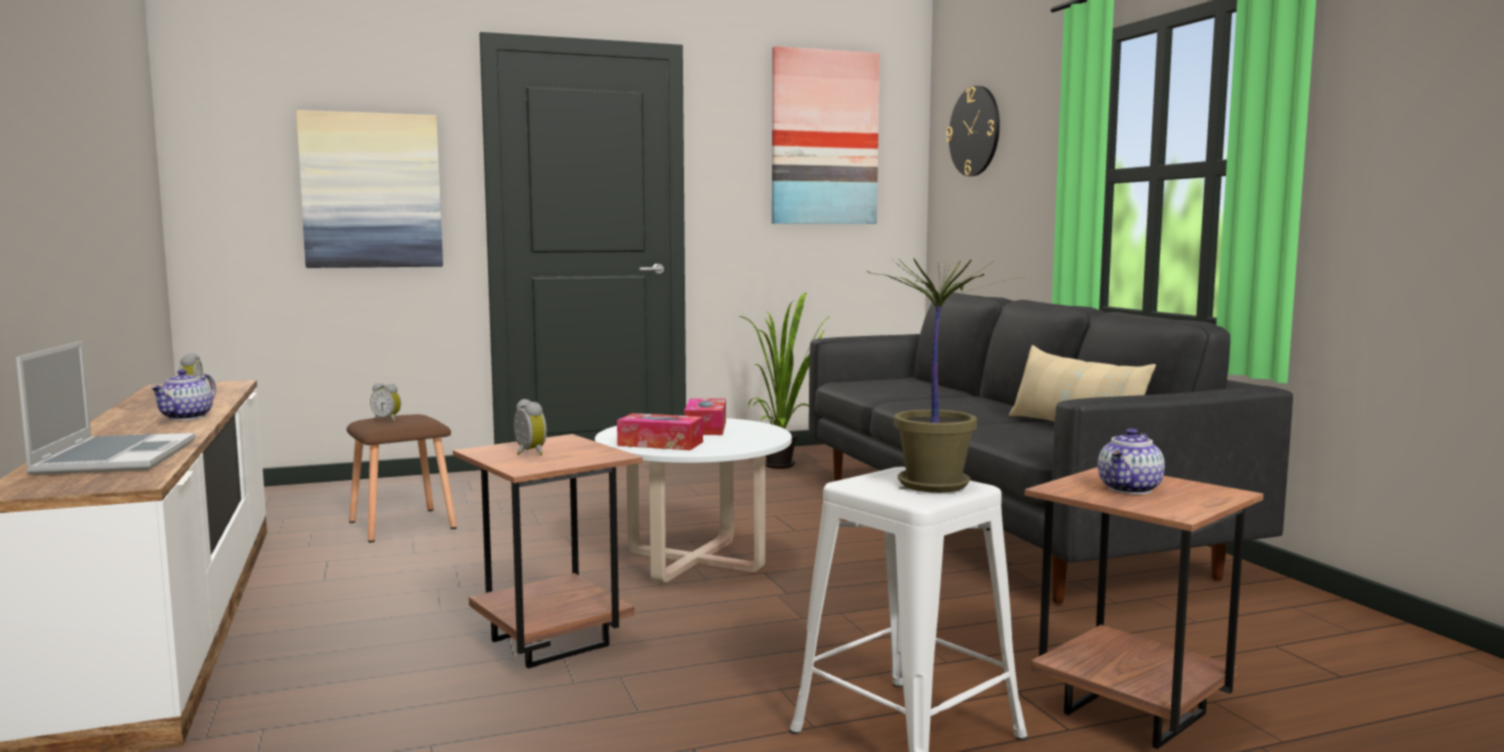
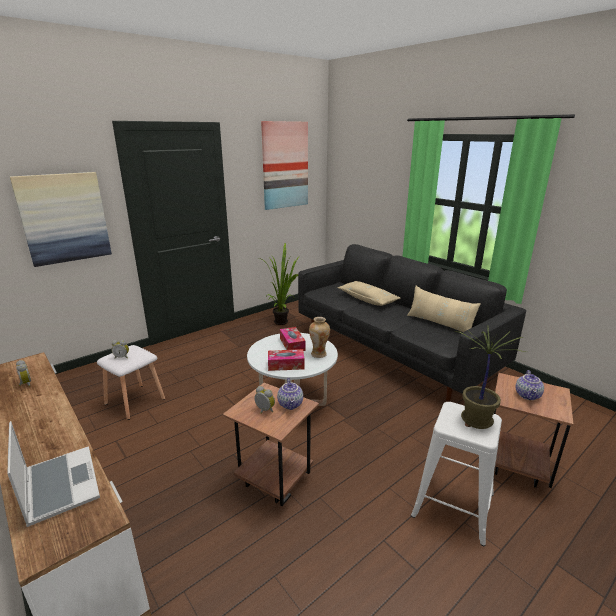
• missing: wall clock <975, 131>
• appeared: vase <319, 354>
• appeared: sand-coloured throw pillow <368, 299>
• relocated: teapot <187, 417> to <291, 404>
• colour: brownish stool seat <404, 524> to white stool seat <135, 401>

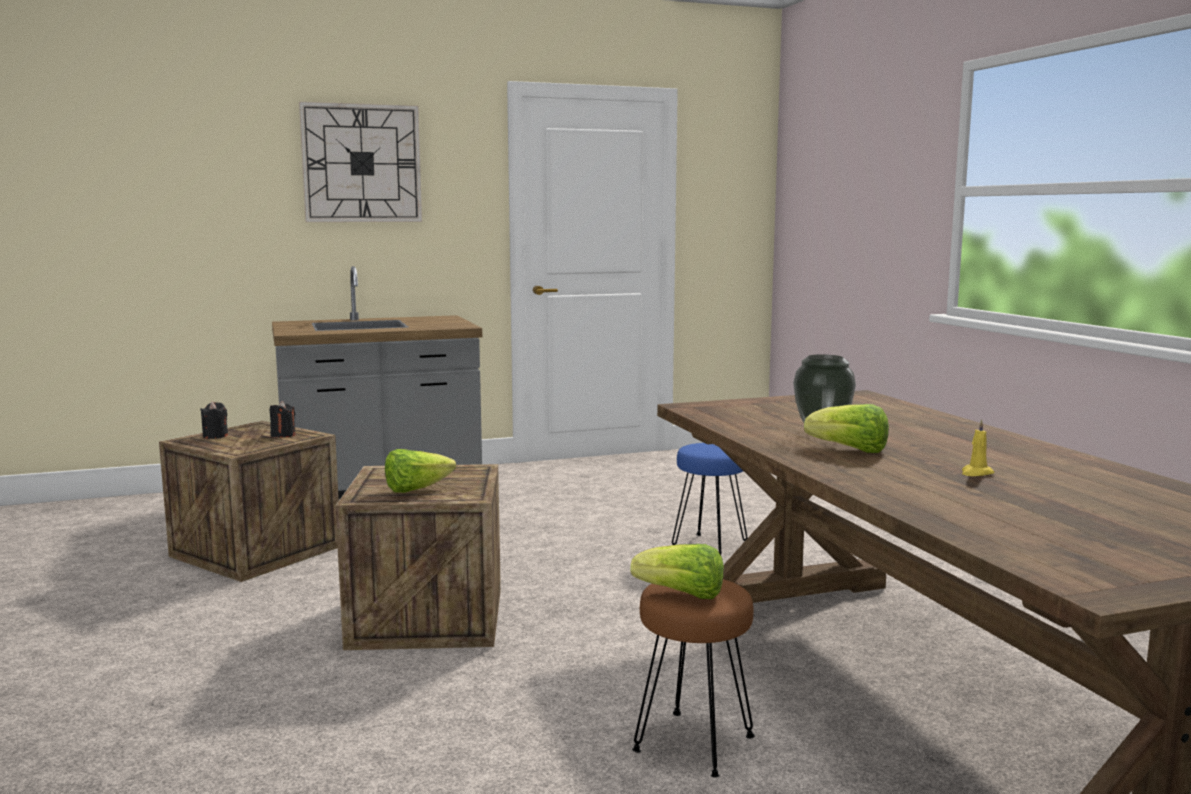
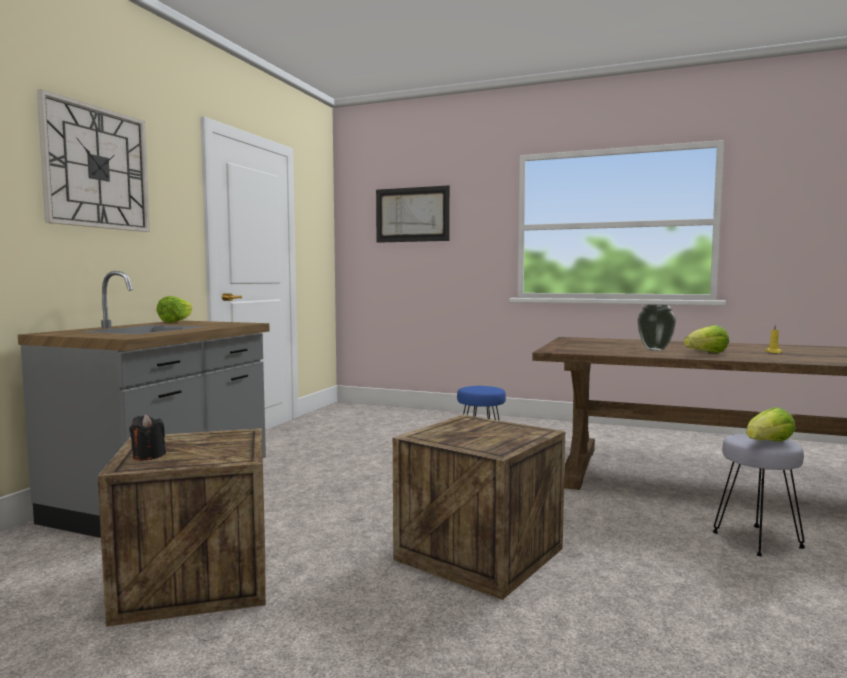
• missing: black-coloured wax light <283, 435>
• appeared: picture <412, 214>
• relocated: lettuce <416, 490> to <176, 321>
• colour: brownish stool seat <692, 743> to grey stool seat <756, 540>

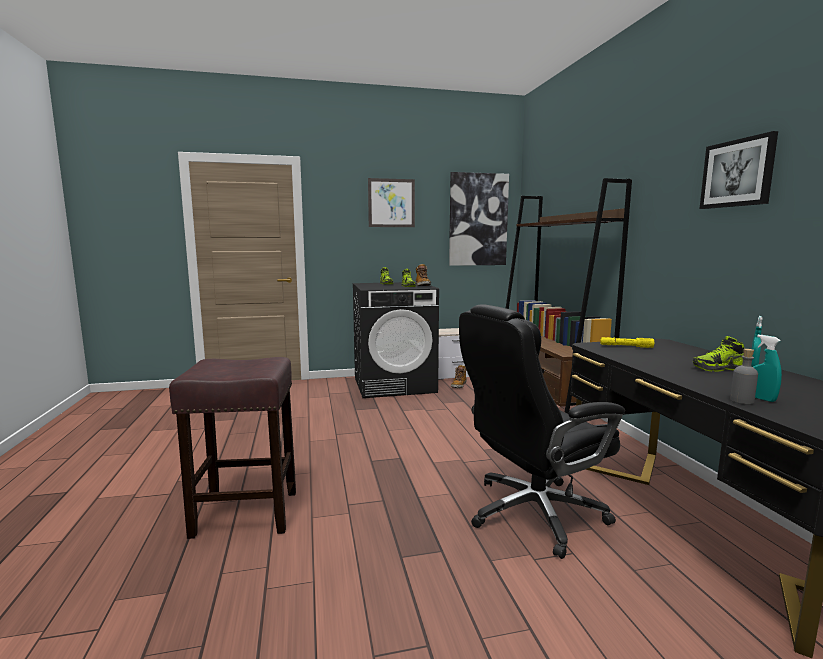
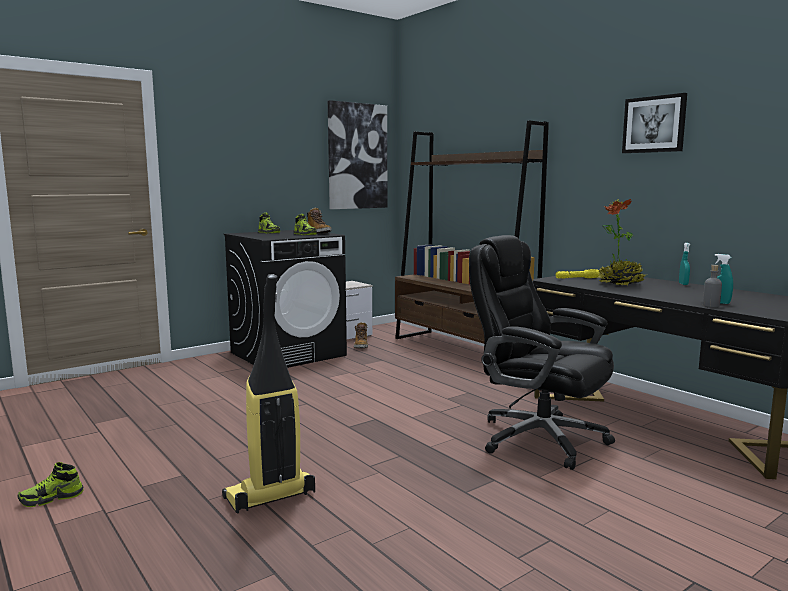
• missing: picture <391, 203>
• appeared: potted plant <620, 284>
• relocated: low shoe <718, 368> to <52, 498>
• exchanged: brownish stool seat <244, 514> to hoover <269, 496>
• spun: black-coloured desk chair <532, 513> = <538, 438> 90 degrees clockwise

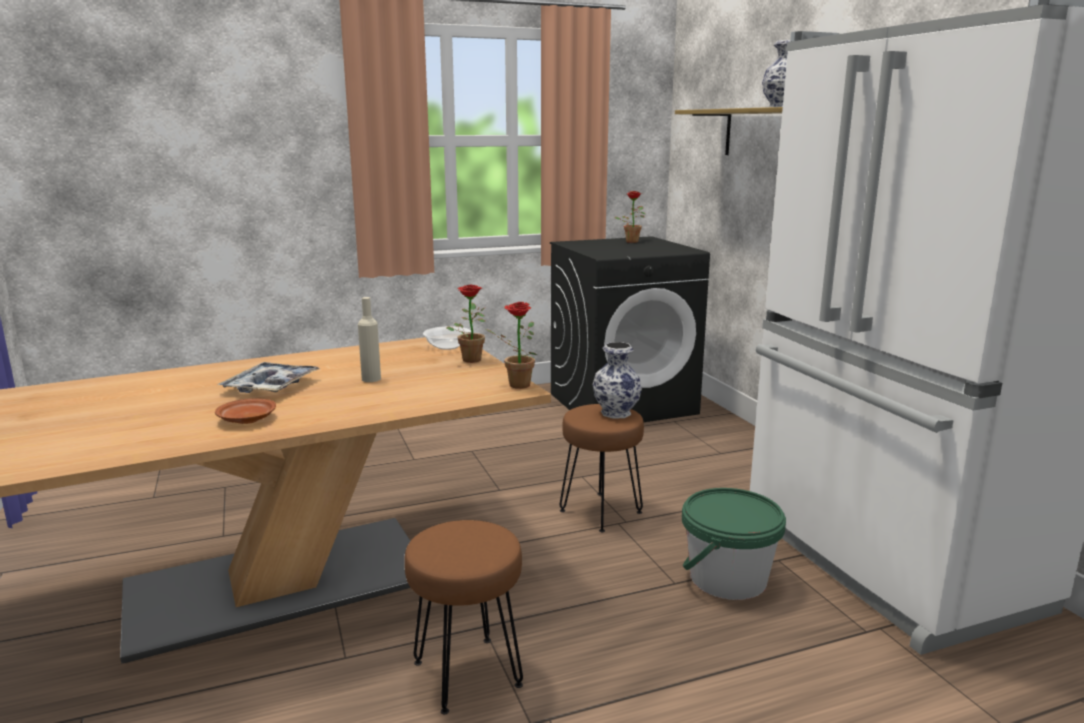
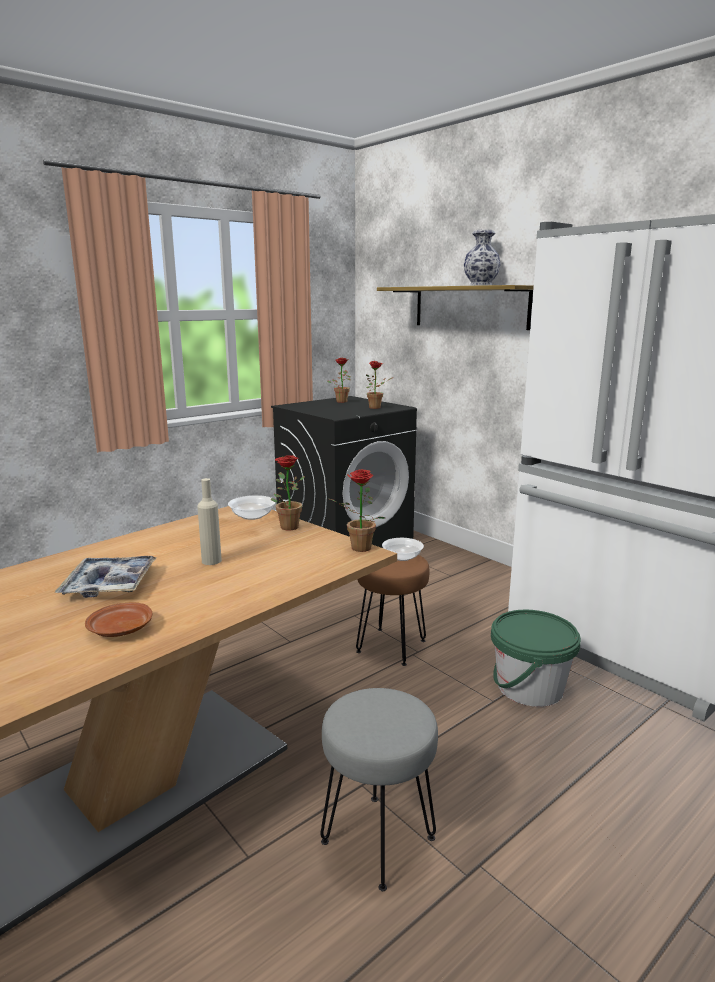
• appeared: potted plant <377, 407>
• exchanged: vase <616, 412> to deep dish <402, 557>
• colour: brownish stool seat <466, 674> to grey stool seat <378, 841>

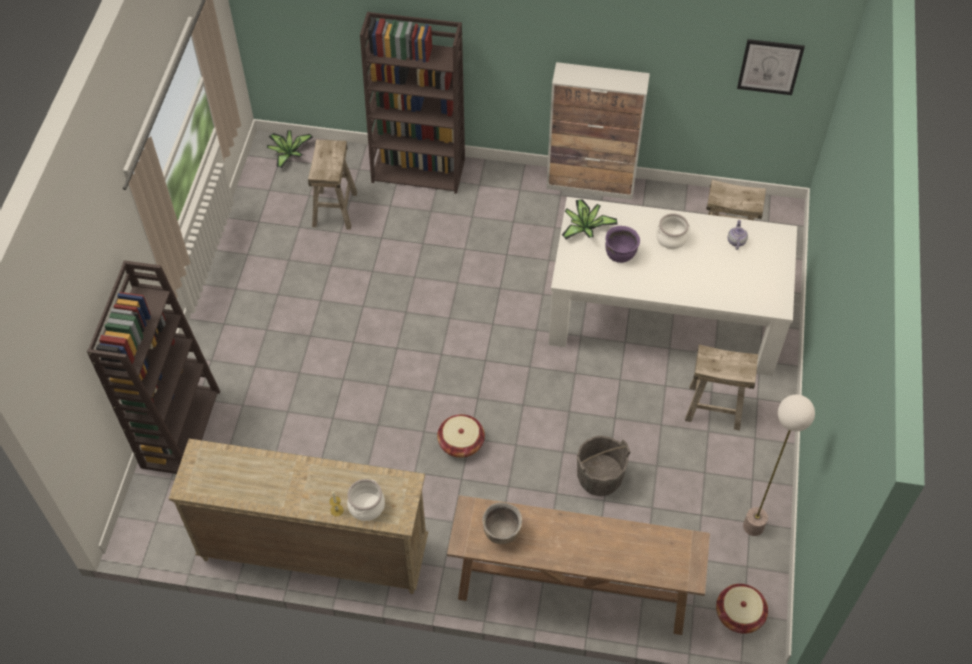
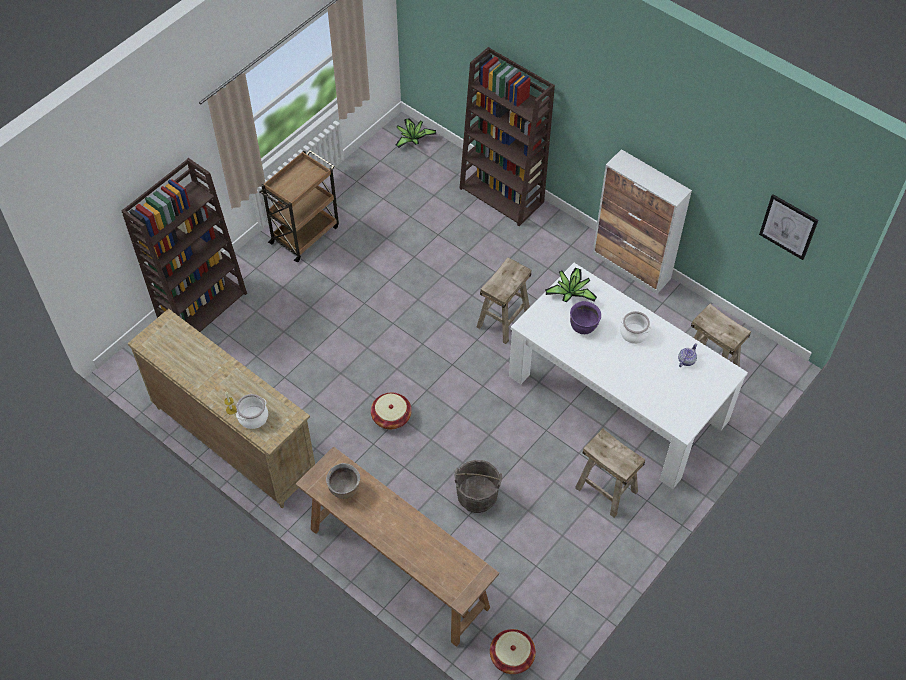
• missing: floor lamp <753, 526>
• appeared: brownish trolley <305, 234>
• relocated: sand-coloured stool seat <334, 209> to <503, 320>

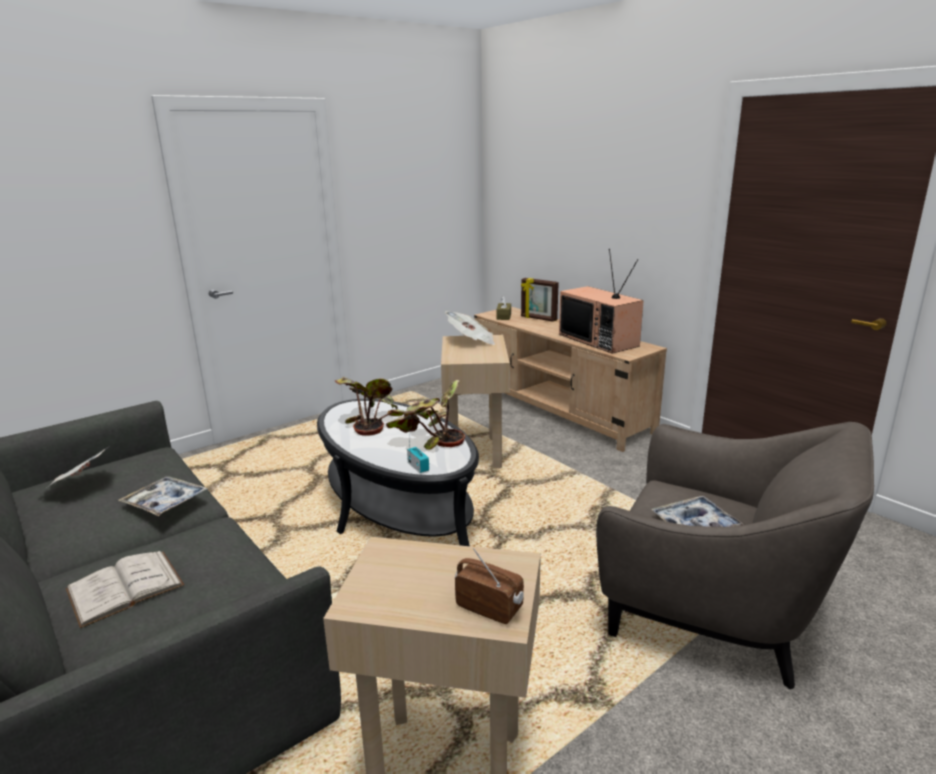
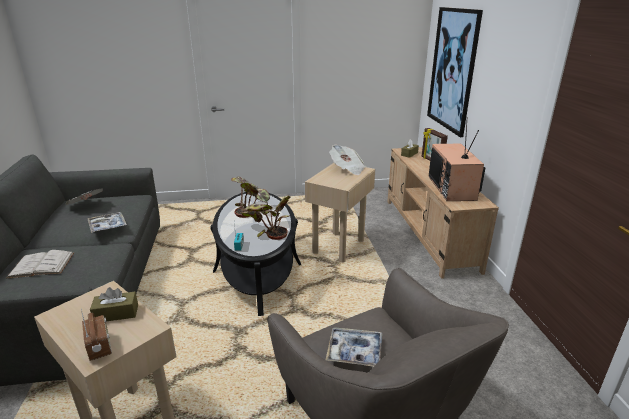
• appeared: brownish tissue box <116, 313>
• appeared: picture <452, 70>

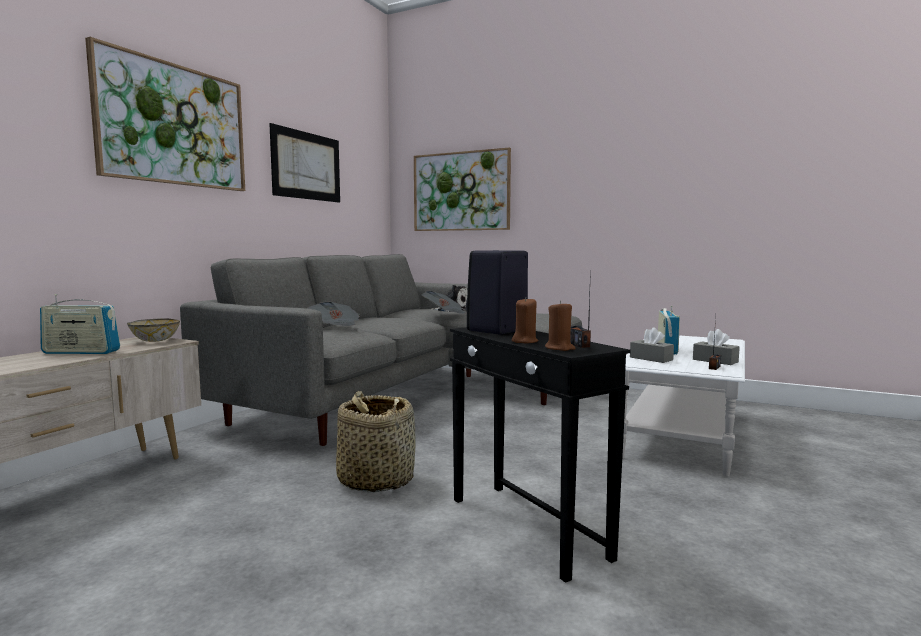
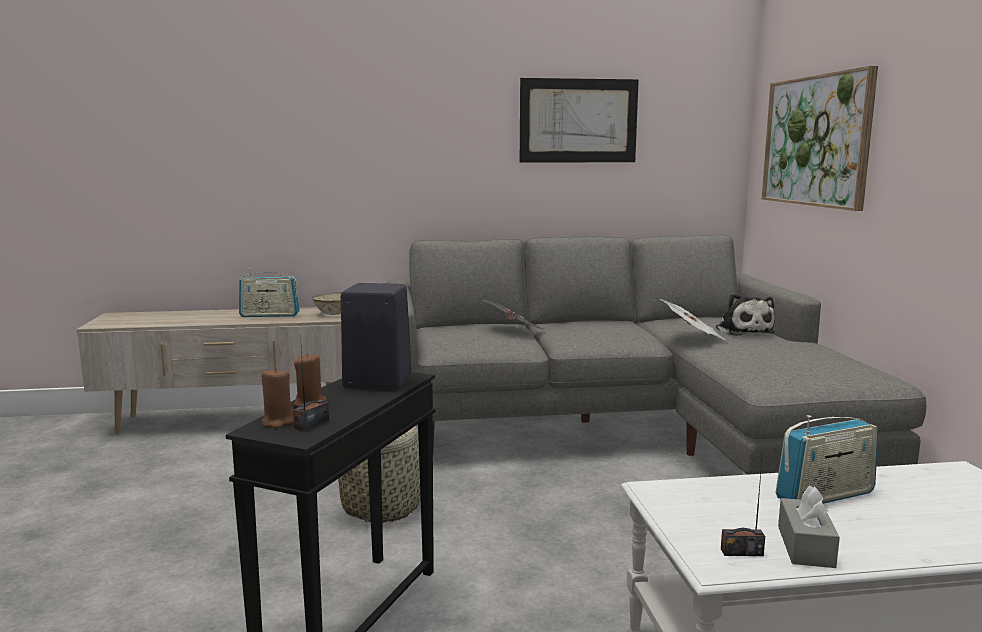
• missing: picture <173, 125>
• missing: grey tissue box <651, 358>
• spun: radio receiver <81, 352> = <269, 315> 60 degrees counterclockwise

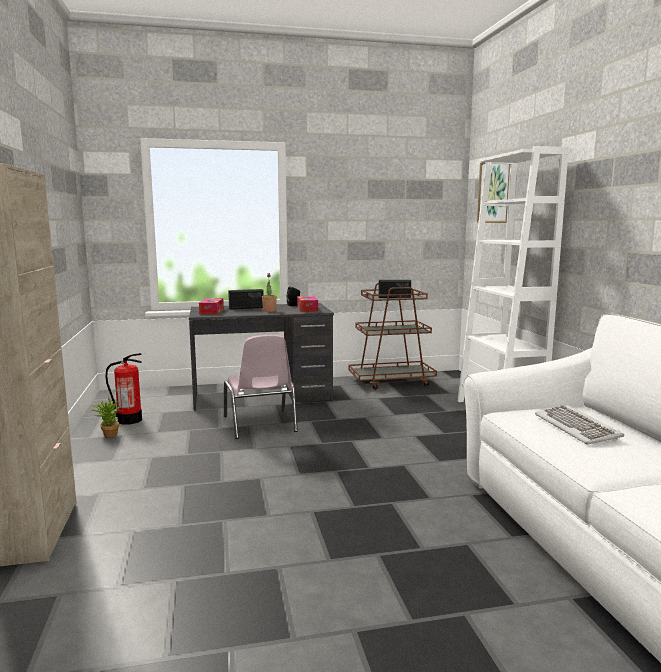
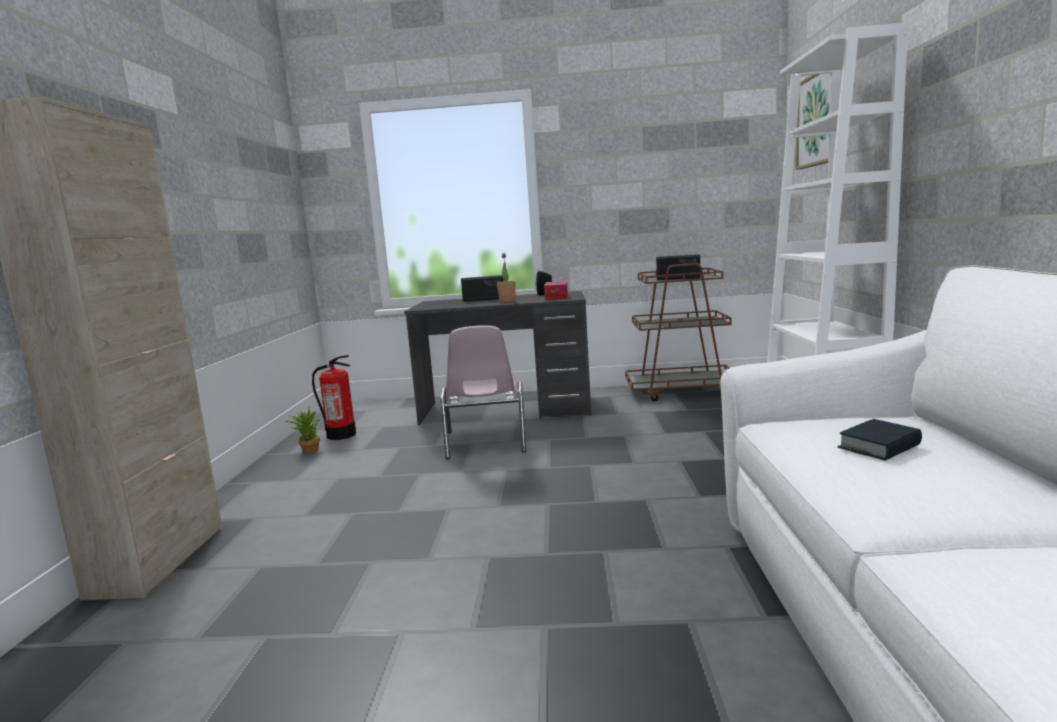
• missing: tissue box <211, 311>
• exchanged: PC keyboard <577, 428> to book <879, 447>

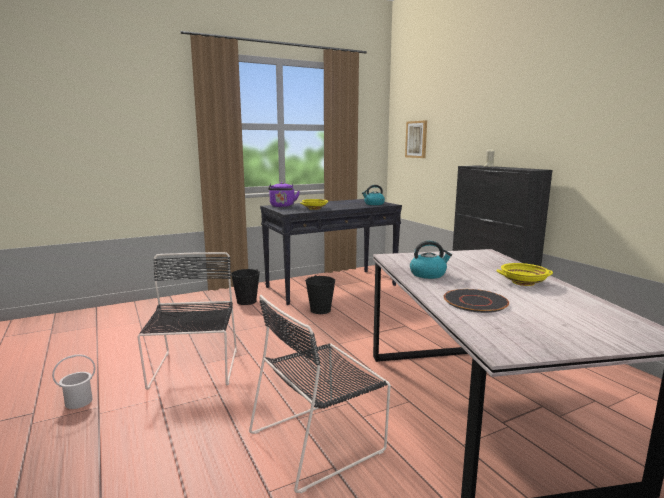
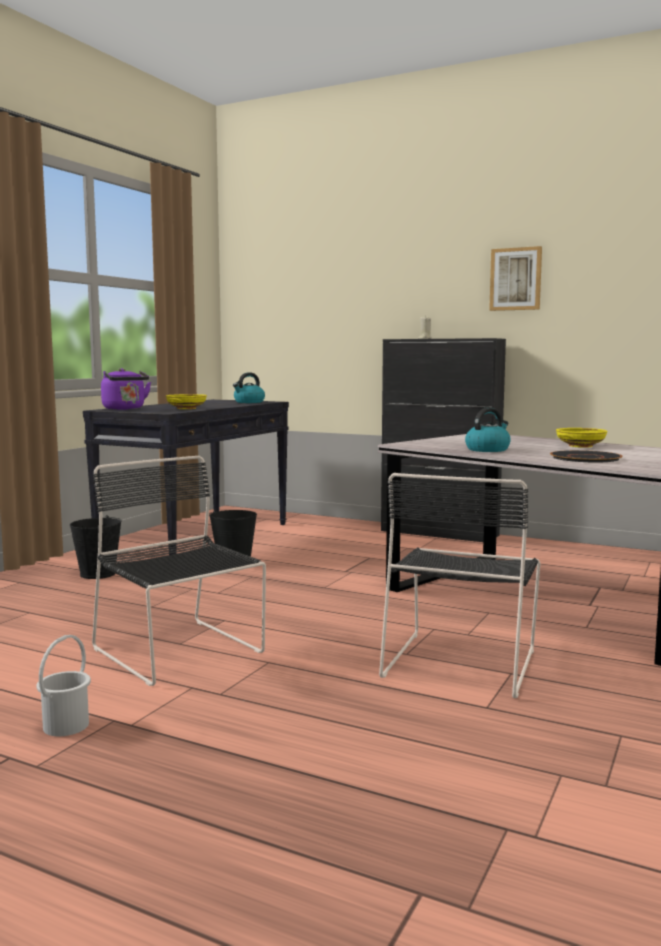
• relocated: picture <416, 139> to <515, 279>

